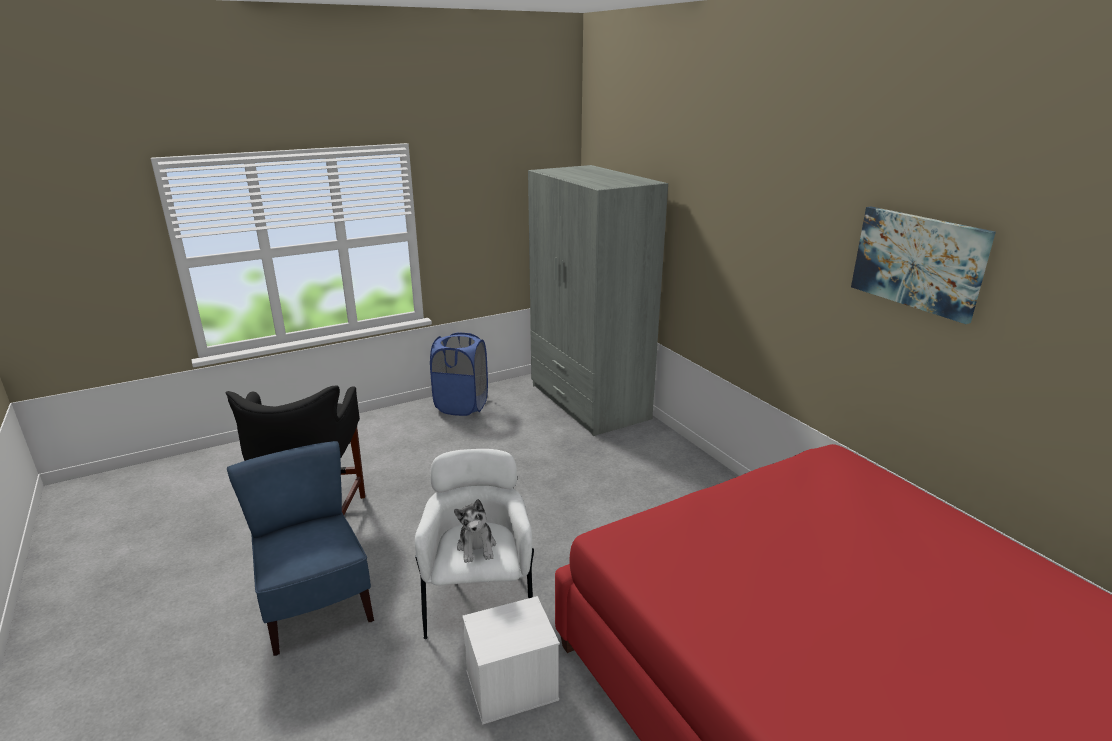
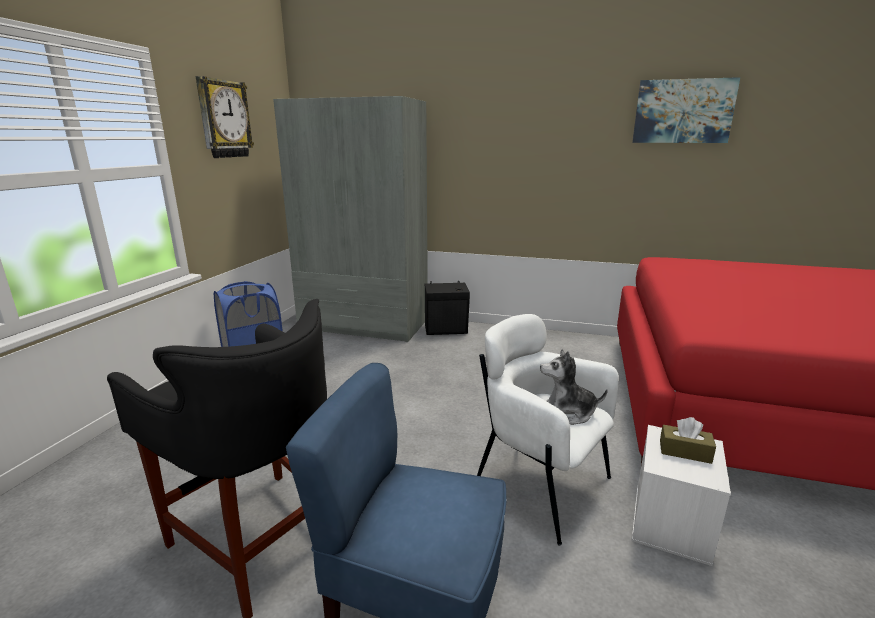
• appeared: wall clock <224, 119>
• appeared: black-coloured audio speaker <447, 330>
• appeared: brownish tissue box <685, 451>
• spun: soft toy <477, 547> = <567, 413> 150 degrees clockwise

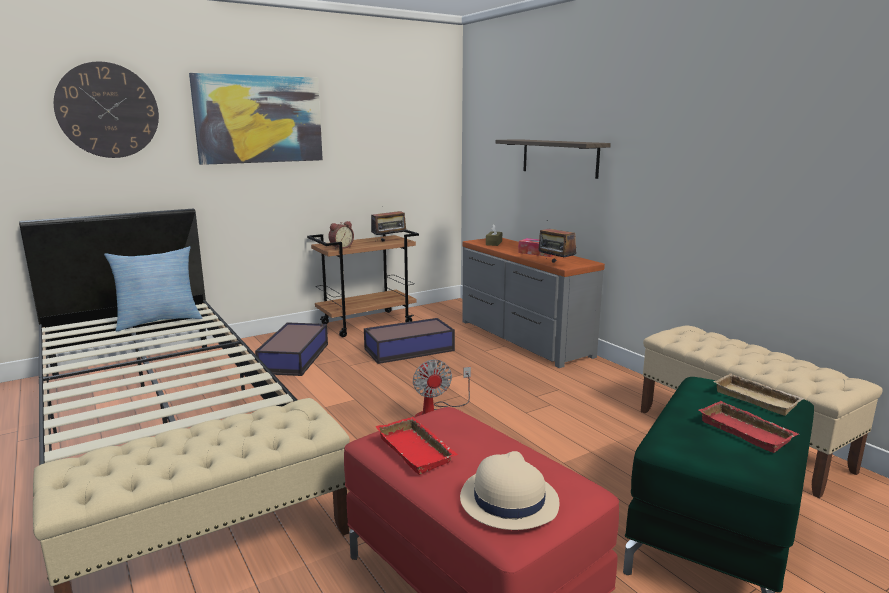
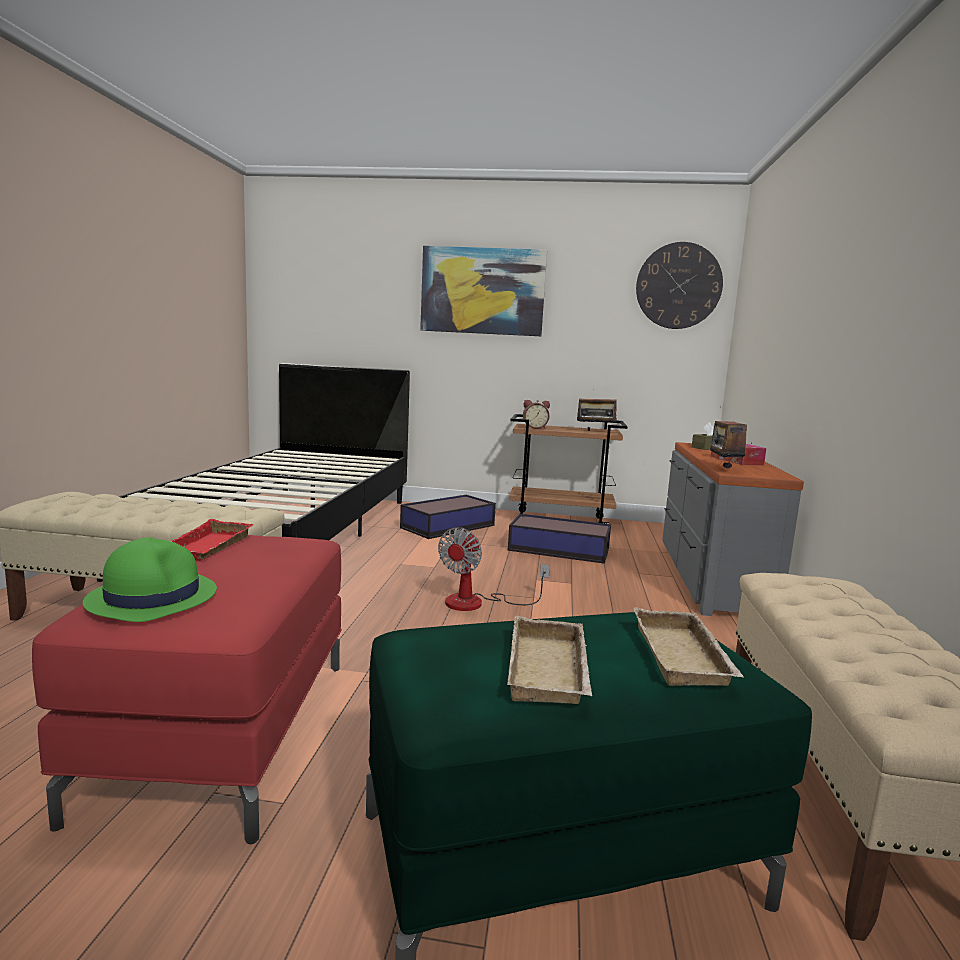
• missing: throw pillow <158, 321>
• missing: bracket shelf <559, 157>
• relocated: wall clock <108, 110> to <678, 286>
• colour: sand-coloured wearable hat <508, 500> to green-coloured wearable hat <152, 597>
• colour: red-coloured carrying tray <747, 431> to sand-coloured carrying tray <551, 670>

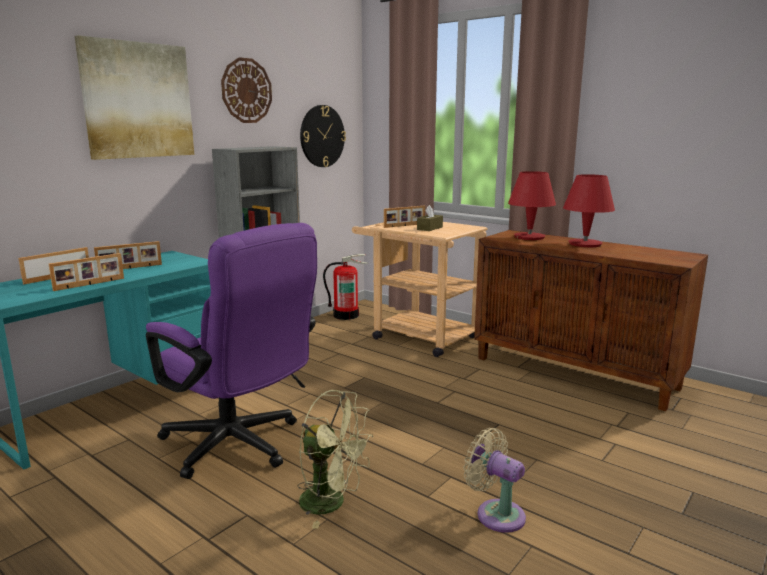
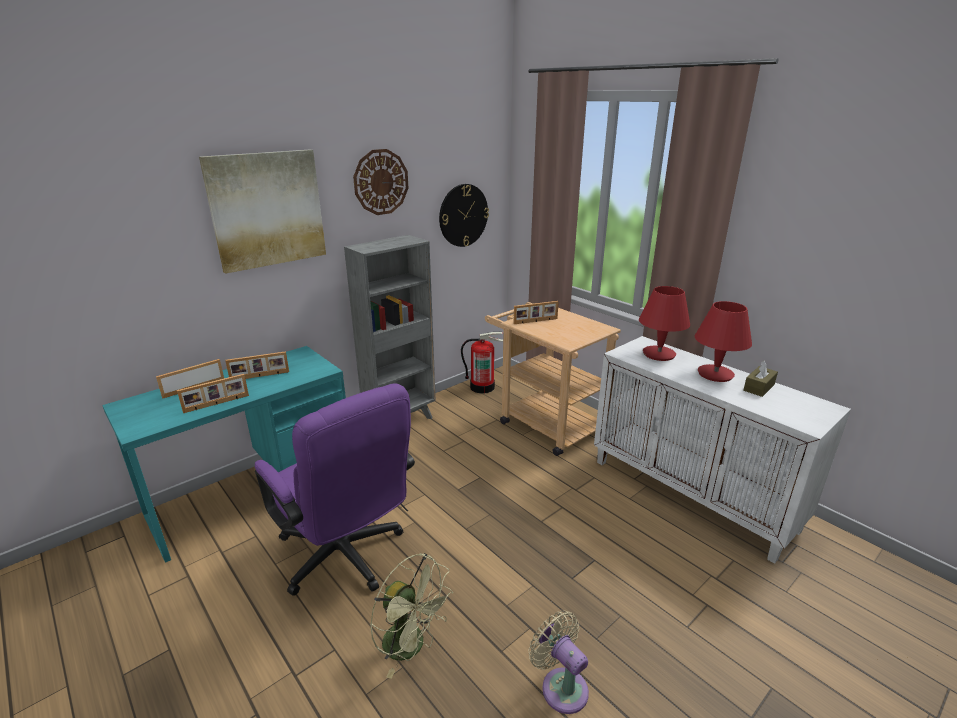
• relocated: brownish tissue box <429, 228> to <759, 387>
• colour: brownish storage cabinet <575, 373> to white storage cabinet <692, 494>

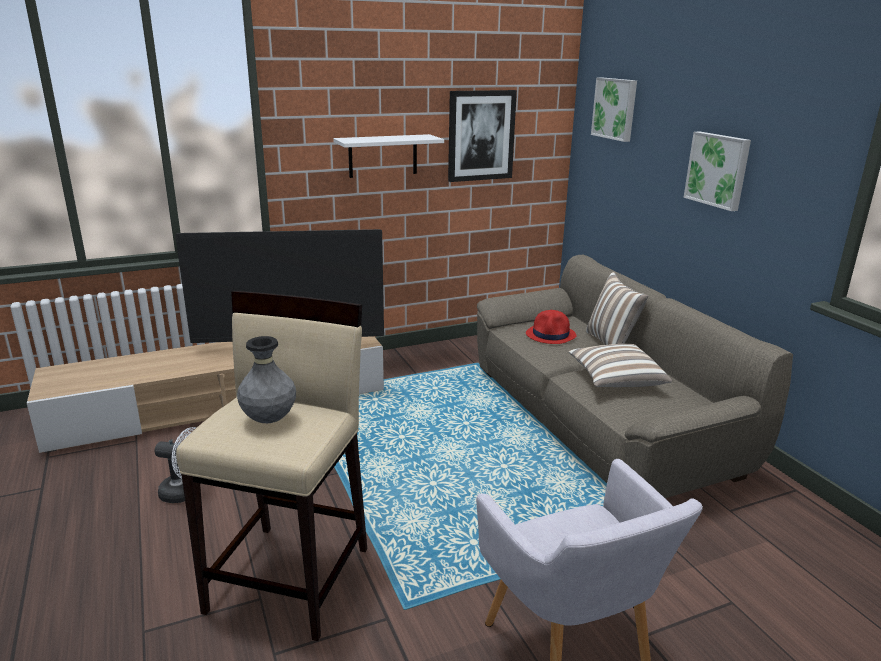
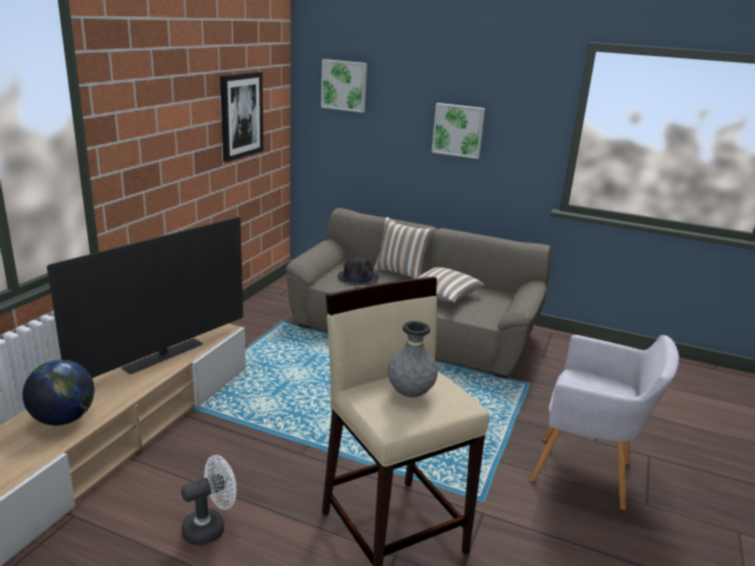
• missing: white bracket shelf <383, 156>
• appeared: world globe <63, 419>
• colour: red-coloured wearable hat <551, 335> to black-coloured wearable hat <358, 278>

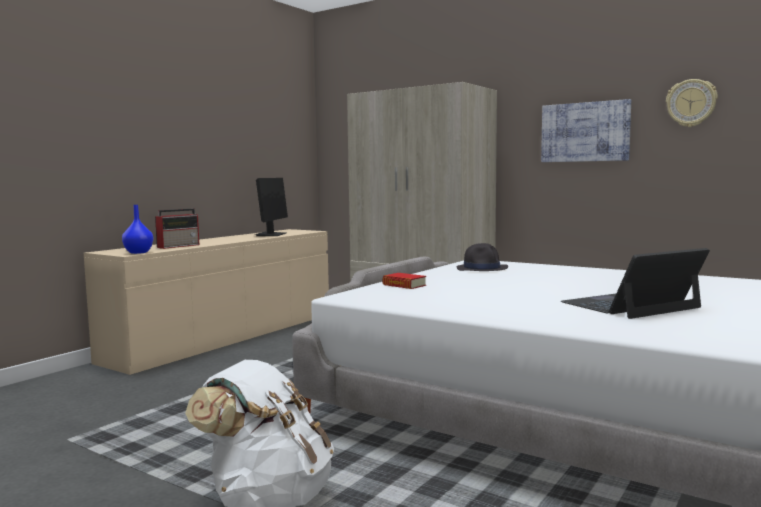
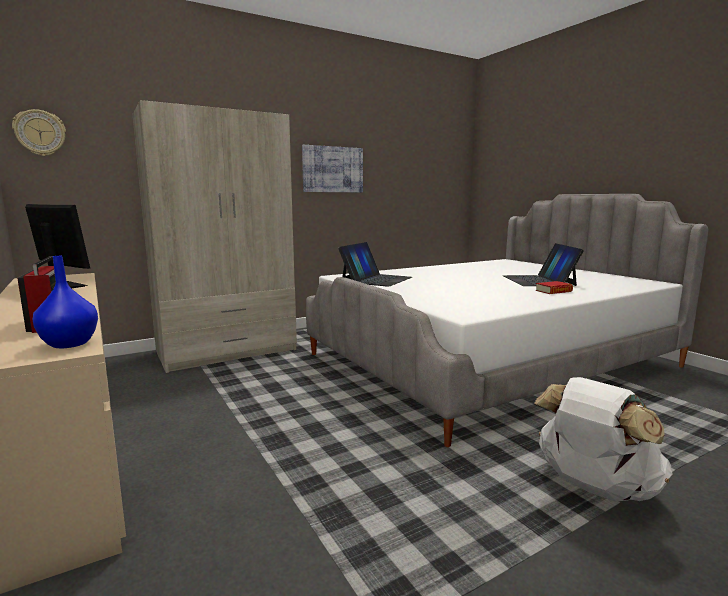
• relocated: book <404, 285> to <553, 291>
• relocated: wall clock <691, 103> to <40, 133>
• exchanged: black-coloured wearable hat <482, 268> to laptop <376, 279>

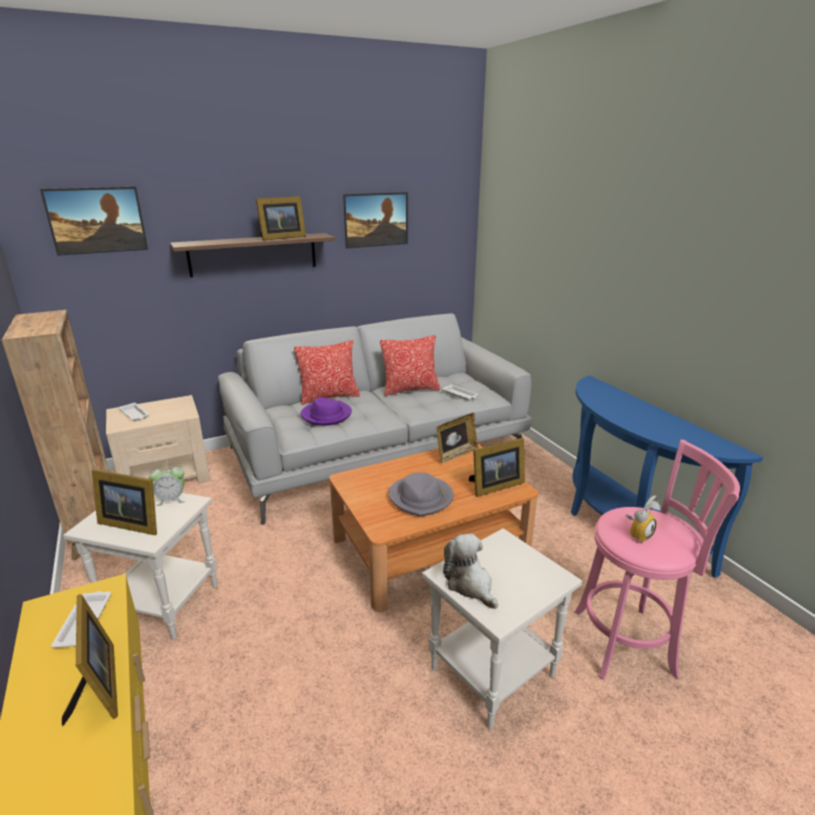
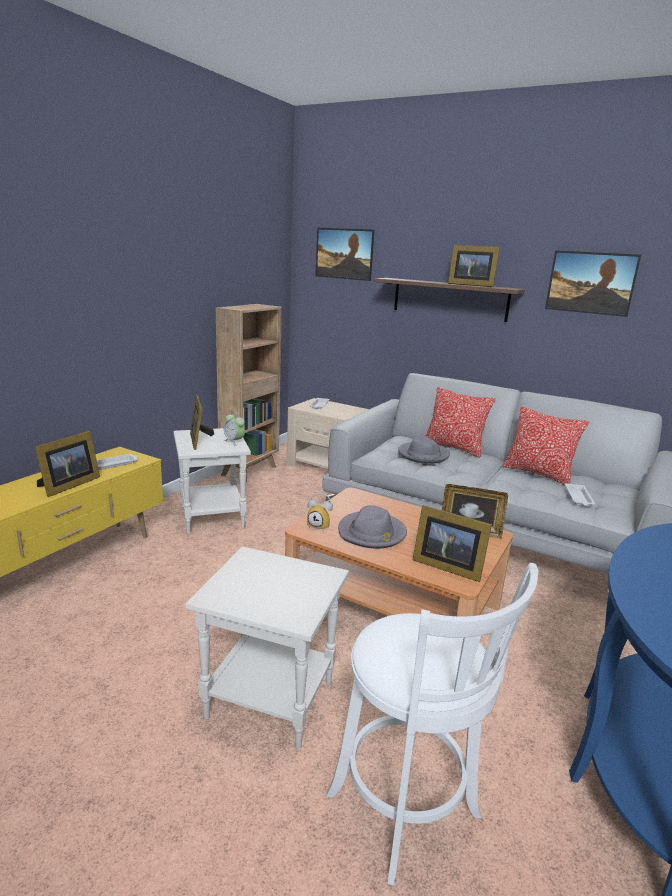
• missing: soft toy <470, 584>
• relocated: alarm clock <638, 534> to <320, 526>
• colour: purple-coloured wearable hat <326, 415> to grey wearable hat <423, 455>
• colour: pink stool seat <629, 642> to white stool seat <408, 812>

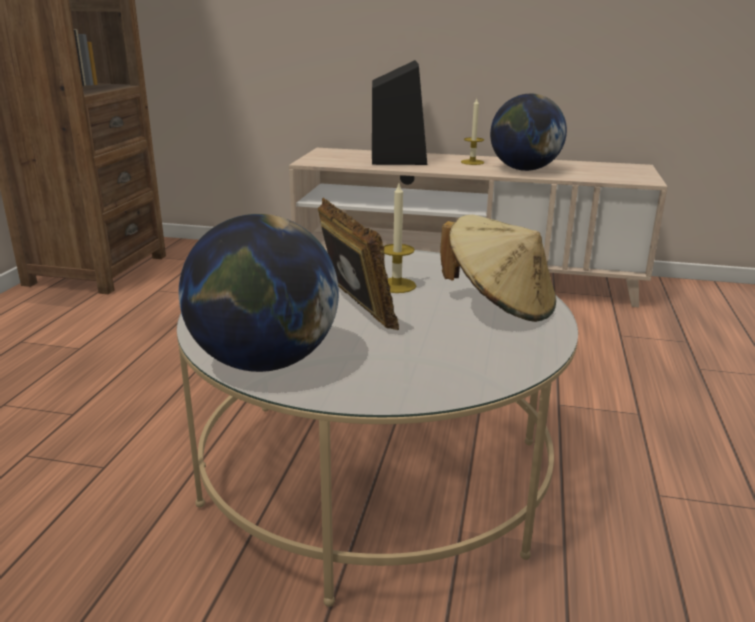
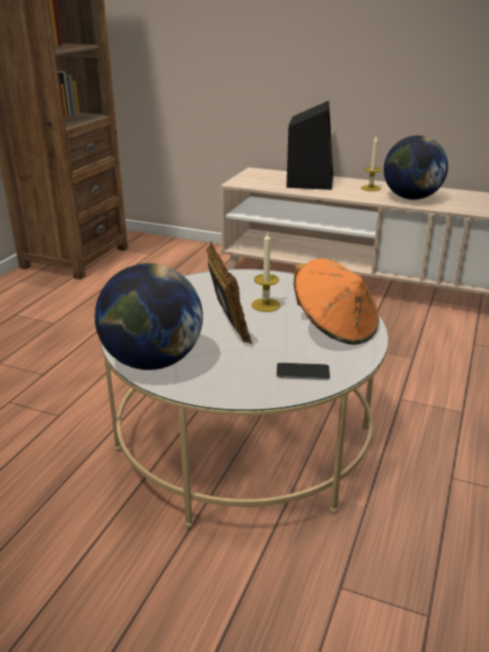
• appeared: phone <303, 372>
• colour: sand-coloured wearable hat <499, 305> to orangey wearable hat <335, 328>

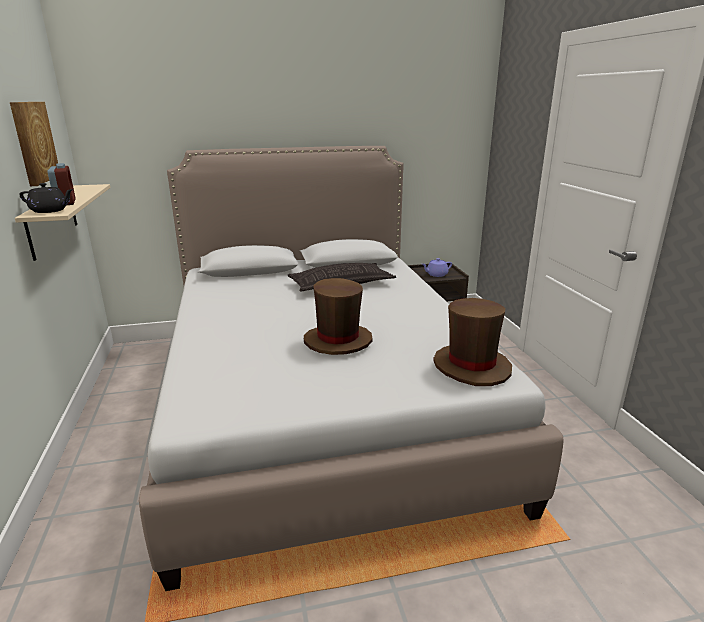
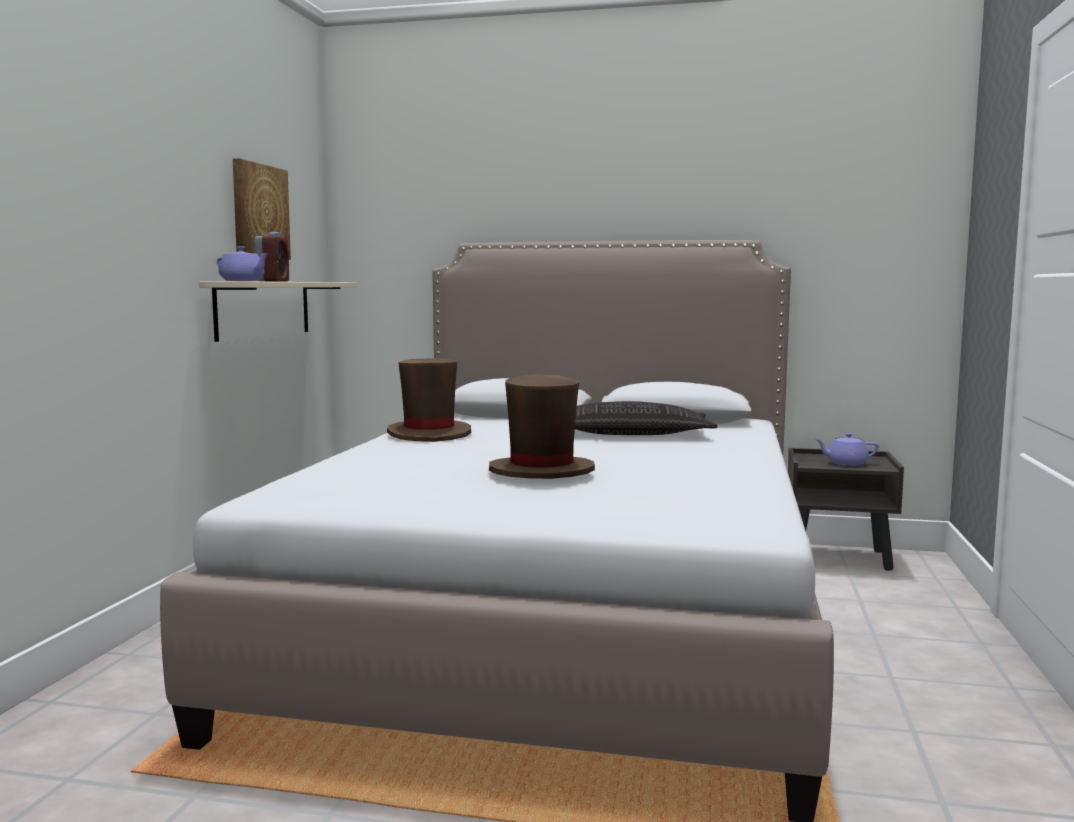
• relocated: brownish wearable hat <472, 366> to <430, 434>
• colour: black-coloured teapot <50, 211> to purple-coloured teapot <243, 281>

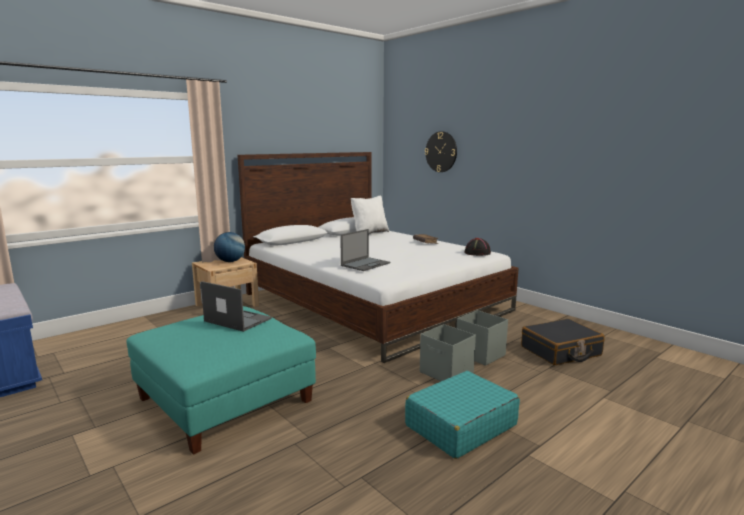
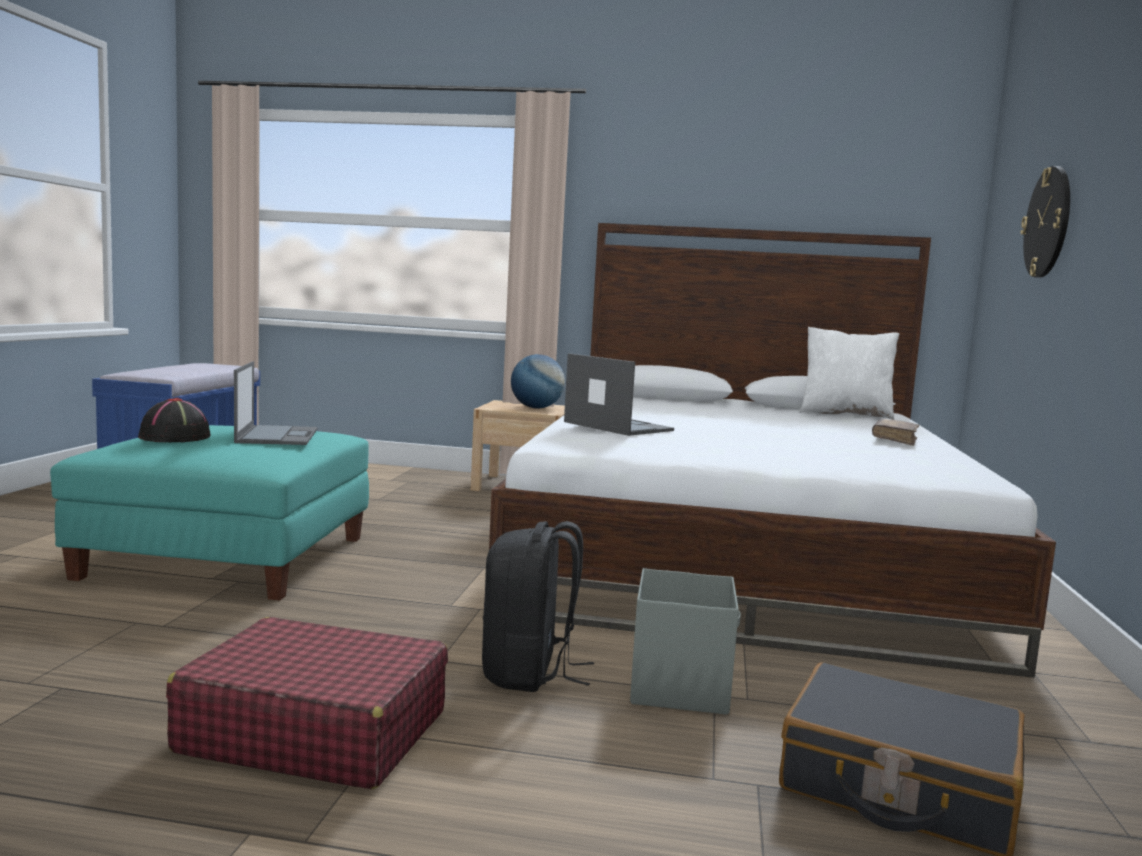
• relocated: black-coloured wearable hat <477, 253> to <175, 438>
• exchanged: grey storage bin <446, 373> to black-coloured rucksack <529, 673>
• colour: turquoise-coloured suitcase <460, 425> to red-coloured suitcase <314, 731>
• spun: laptop <366, 264> = <616, 426> 135 degrees counterclockwise

